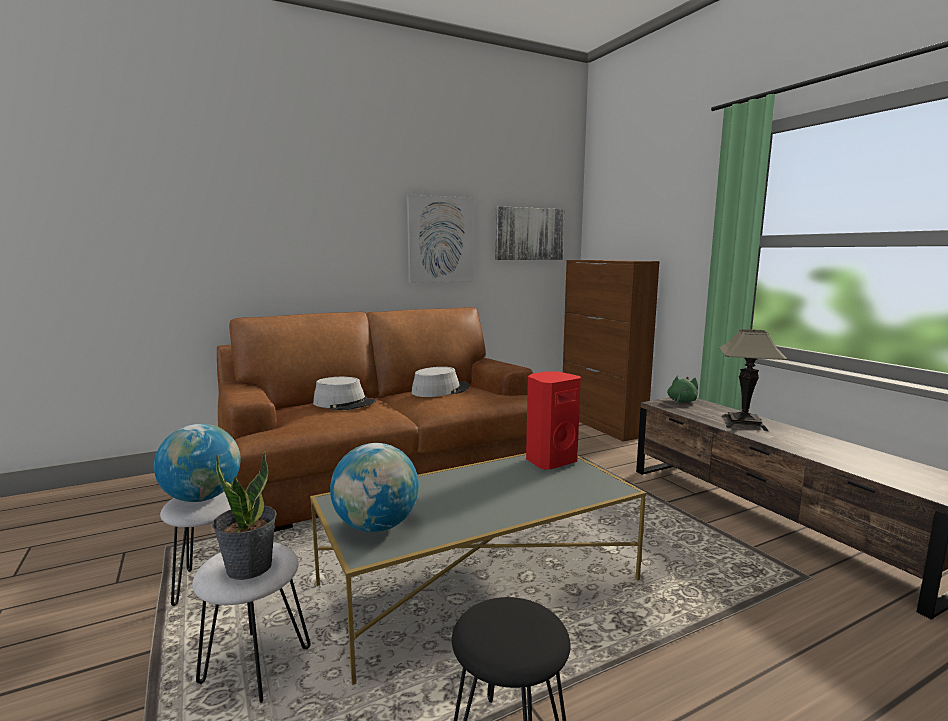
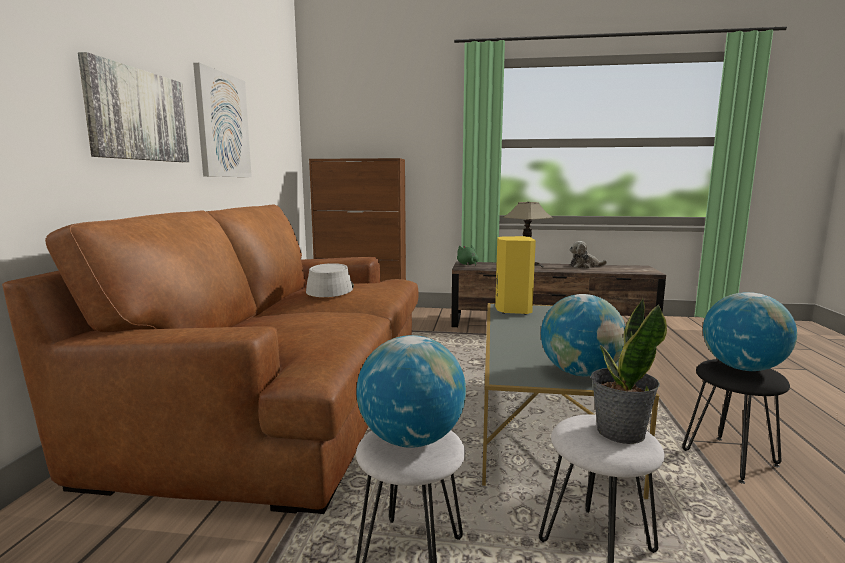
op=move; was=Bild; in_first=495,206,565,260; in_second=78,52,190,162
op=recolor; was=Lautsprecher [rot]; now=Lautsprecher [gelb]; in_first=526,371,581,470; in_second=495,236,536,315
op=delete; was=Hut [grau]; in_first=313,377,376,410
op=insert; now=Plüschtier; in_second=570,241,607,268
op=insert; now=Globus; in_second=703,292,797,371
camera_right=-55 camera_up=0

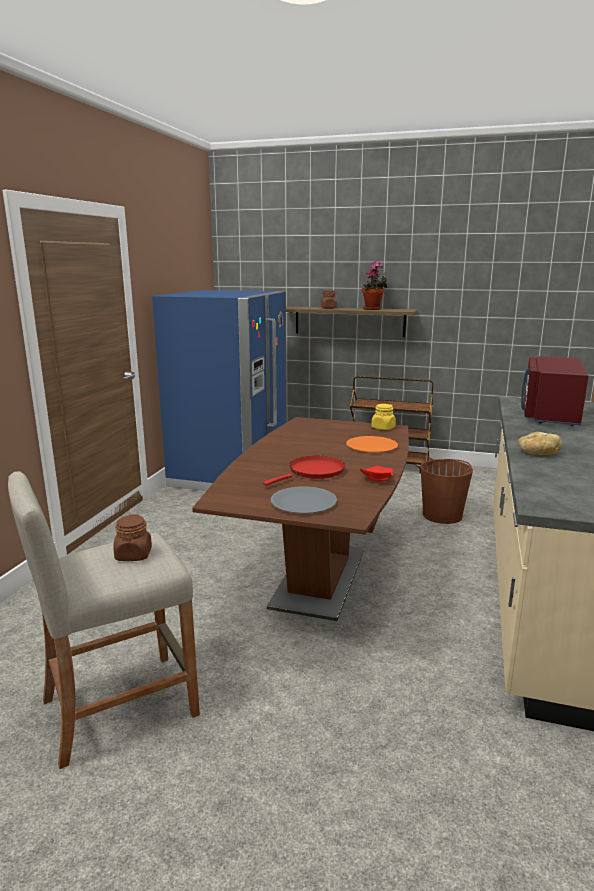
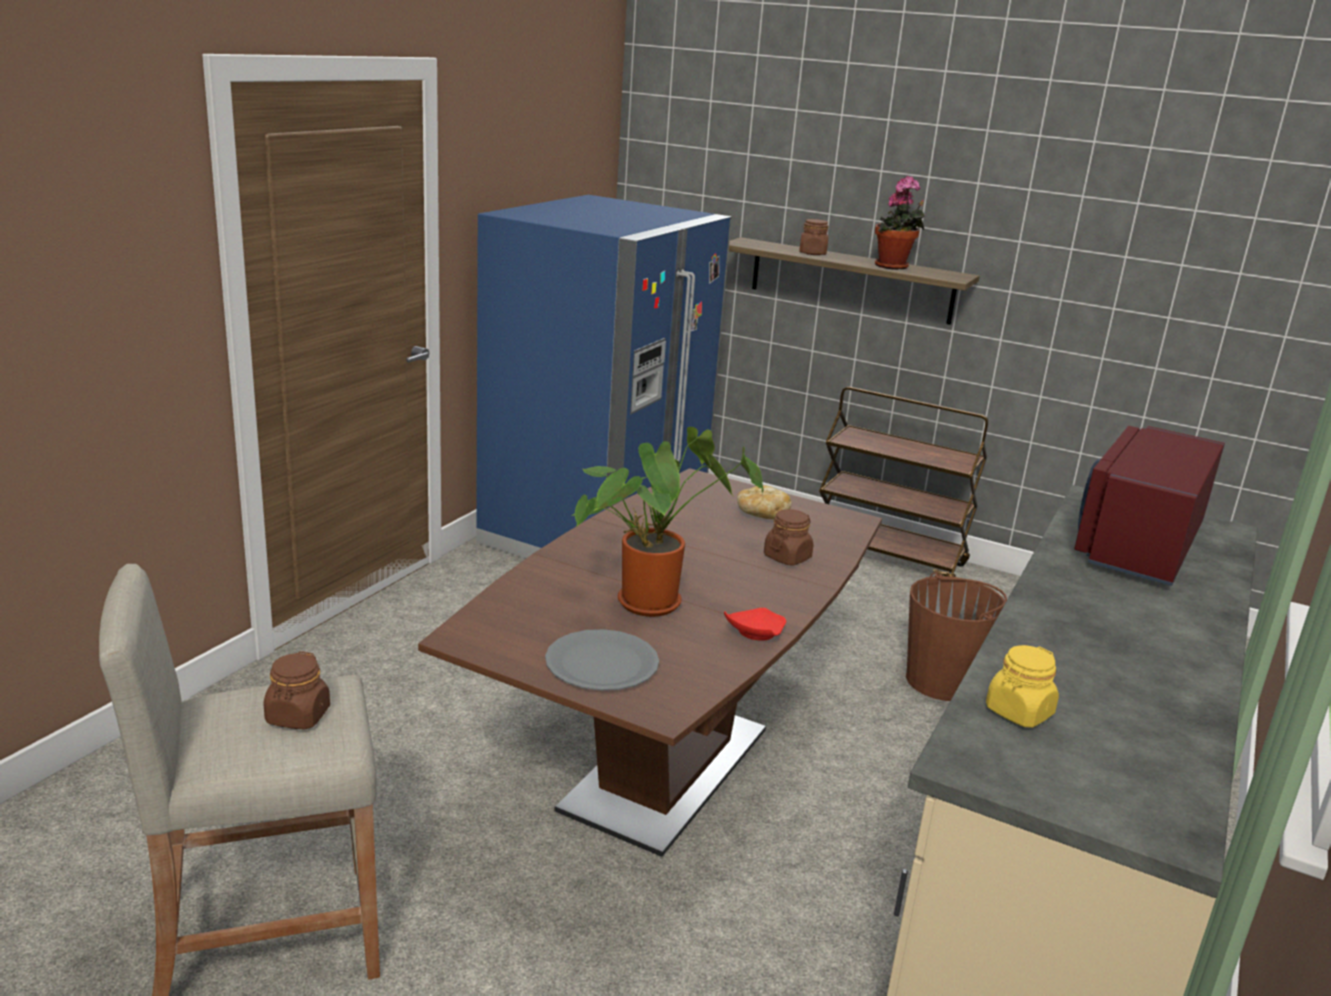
op=move; was=Vorratsglas [gelb]; in_first=371,404,396,430; in_second=986,645,1059,728
op=move; was=Brot; in_first=518,432,562,455; in_second=737,485,791,519
op=replace; was=Teller [orange]; now=Vorratsglas [braun]; in_first=346,436,398,452; in_second=764,509,814,565
op=replace; was=Pfanne [rot]; now=Topfpflanze; in_first=263,456,345,486; in_second=571,427,764,617
camera_right=10 camera_up=5

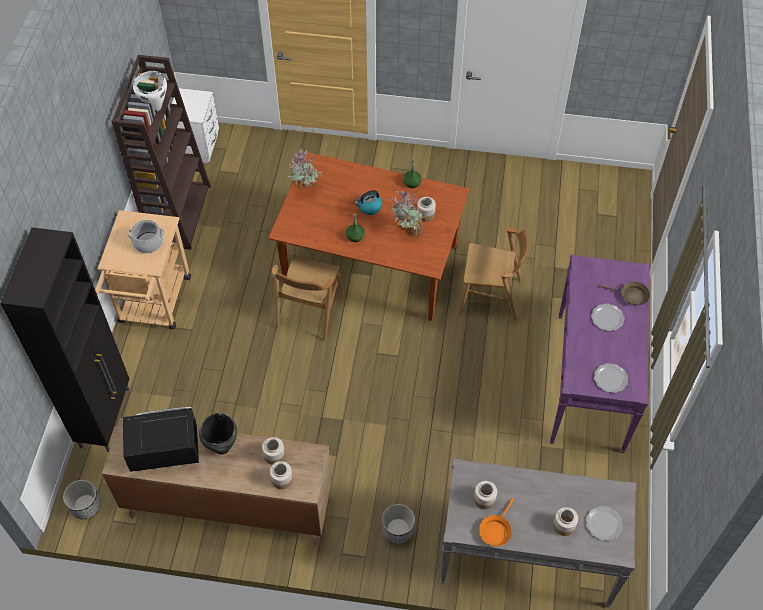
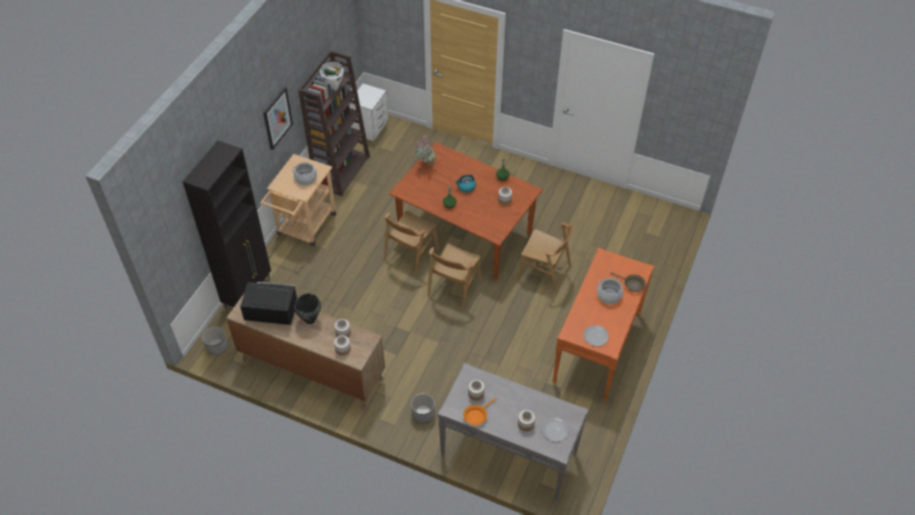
op=delete; was=Topfpflanze; in_first=391,191,428,240
op=recolor; was=Konsolentisch [lila]; now=Konsolentisch [orange]; in_first=550,255,650,453; in_second=553,248,654,402
op=replace; was=Teller; now=Kochtopf; in_first=591,304,625,331; in_second=597,278,624,304
op=insert; now=Bild; in_second=263,87,293,150
op=insert; now=Stuhl [braun]; in_second=428,243,482,311
camera_right=15 camera_up=-5

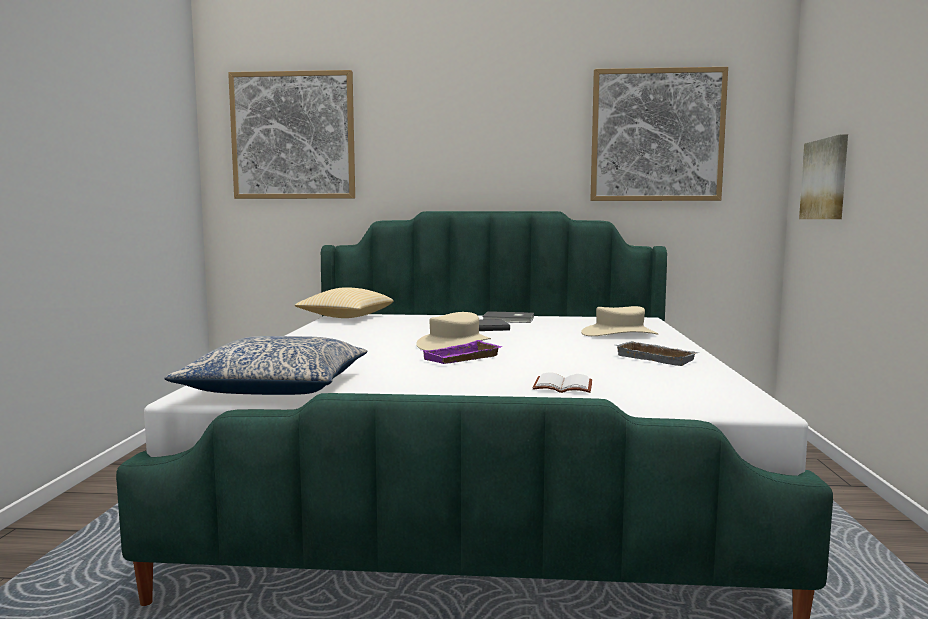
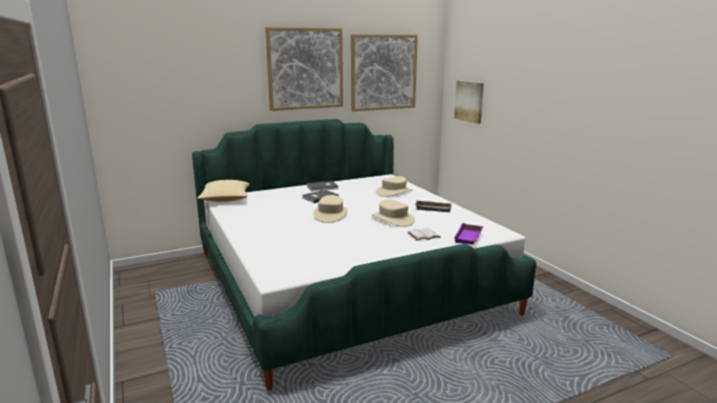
op=move; was=Bild; in_first=228,70,355,199; in_second=265,27,343,111
op=delete; was=Kissen; in_first=164,336,367,395
op=move; was=Tablett [lila]; in_first=421,340,503,364; in_second=454,223,484,245
op=insert; now=Hut [beige]; in_second=372,199,415,227
camera_right=-30 camera_up=10

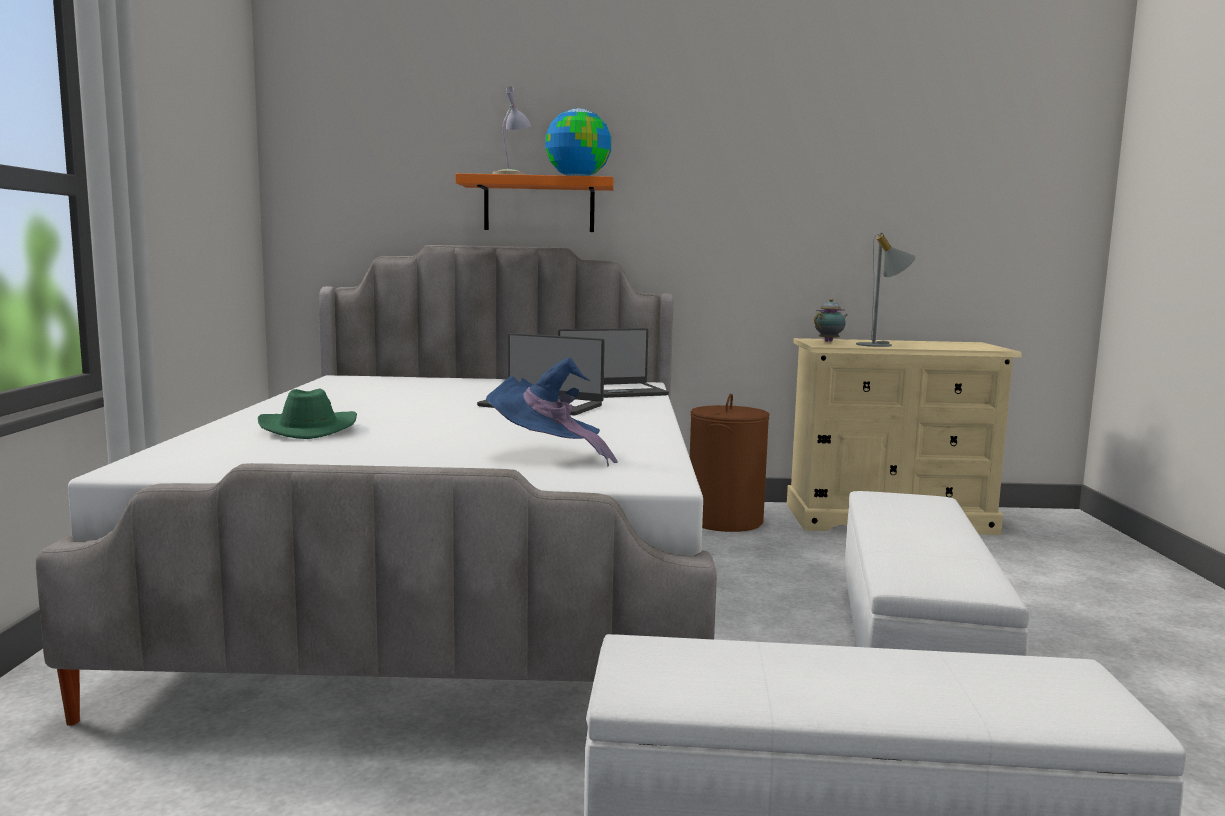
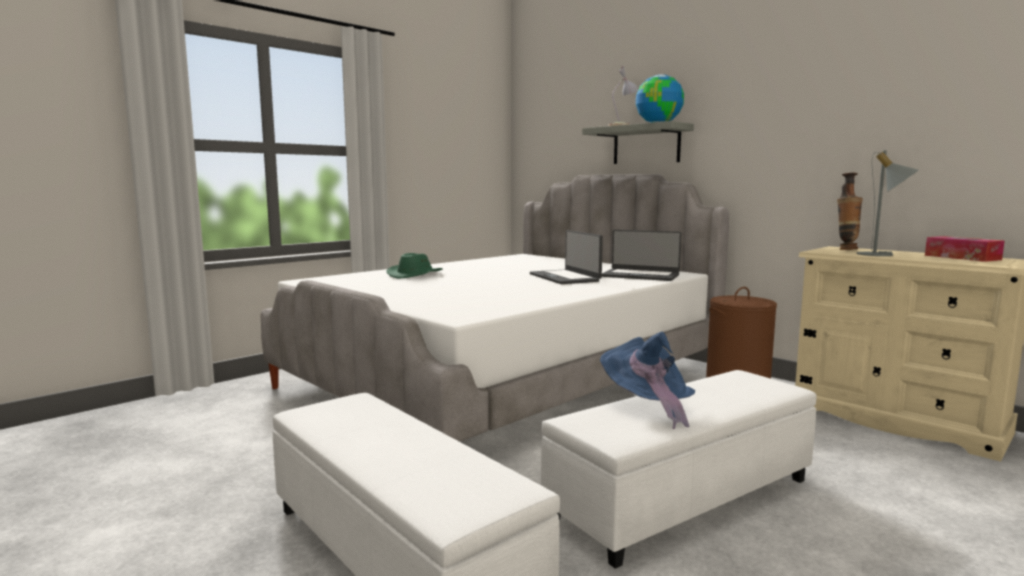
op=recolor; was=Wandregal [orange]; now=Wandregal [grau]; in_first=455,173,614,232; in_second=582,121,694,164
op=replace; was=Teekanne; now=Vase; in_first=814,299,848,342; in_second=837,173,863,250
op=move; was=Hut [blau]; in_first=486,357,618,466; in_second=600,332,695,429
op=insert; now=Taschentuchbox; in_second=925,236,1005,262
camera_right=45 camera_up=0

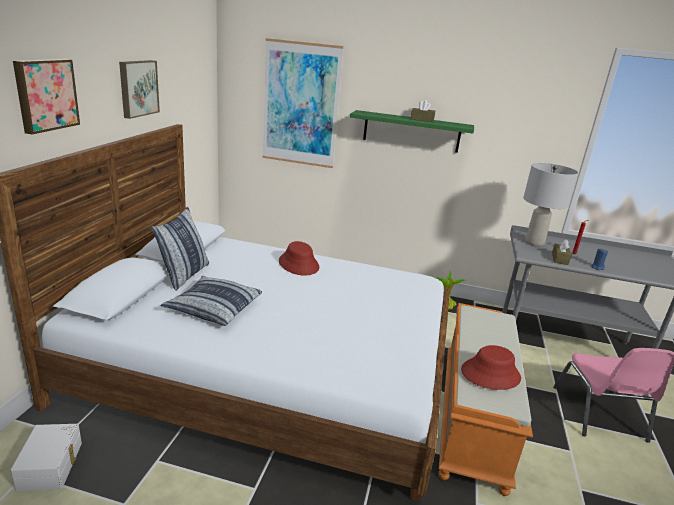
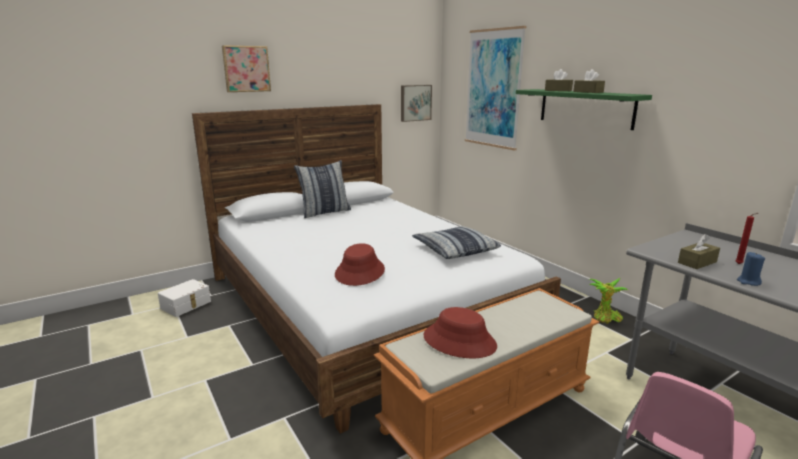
op=move; was=Bild; in_first=119,60,160,119; in_second=401,85,432,122
op=delete; was=Tischlampe [grau]; in_first=523,163,578,247
op=move; was=Hut [rot]; in_first=279,241,319,276; in_second=335,243,385,286
op=move; was=Kissen; in_first=160,276,262,326; in_second=412,226,501,259
op=insert; now=Taschentuchbox [braun]; in_second=545,69,573,91
camera_right=45 camera_up=-5

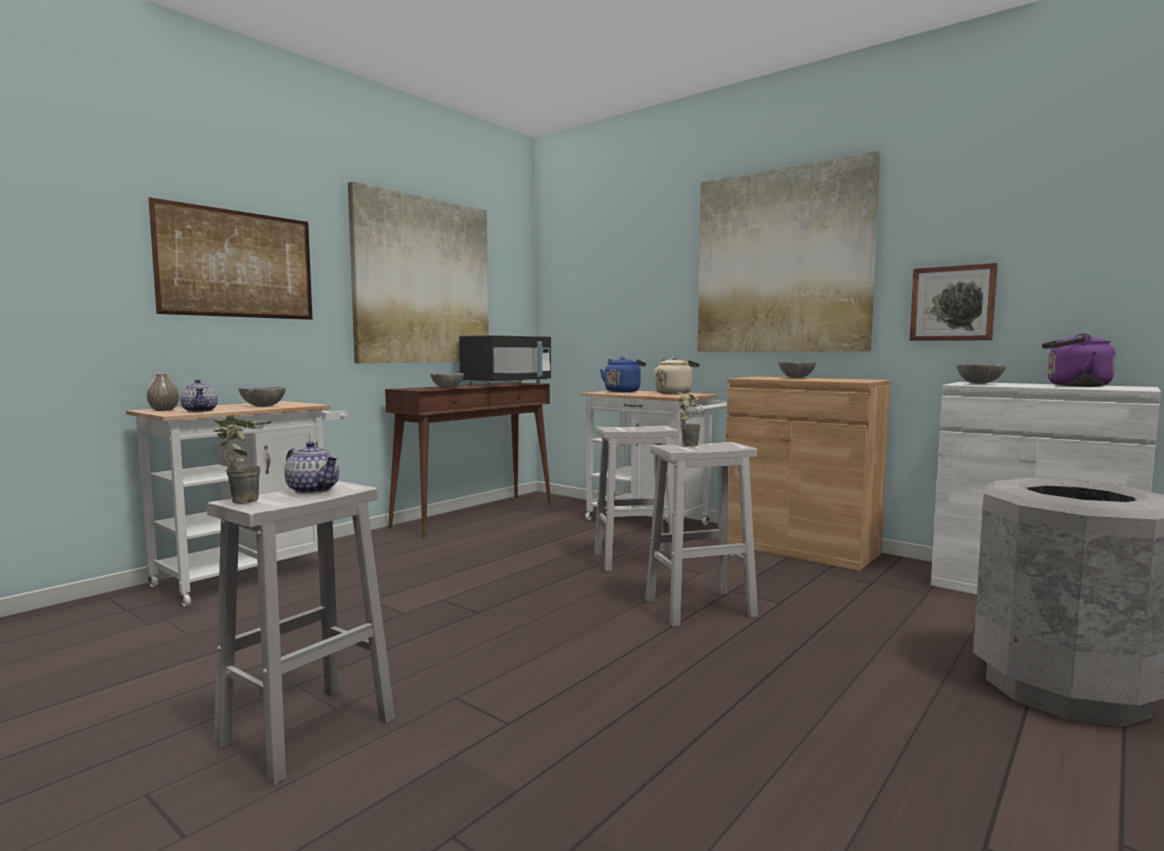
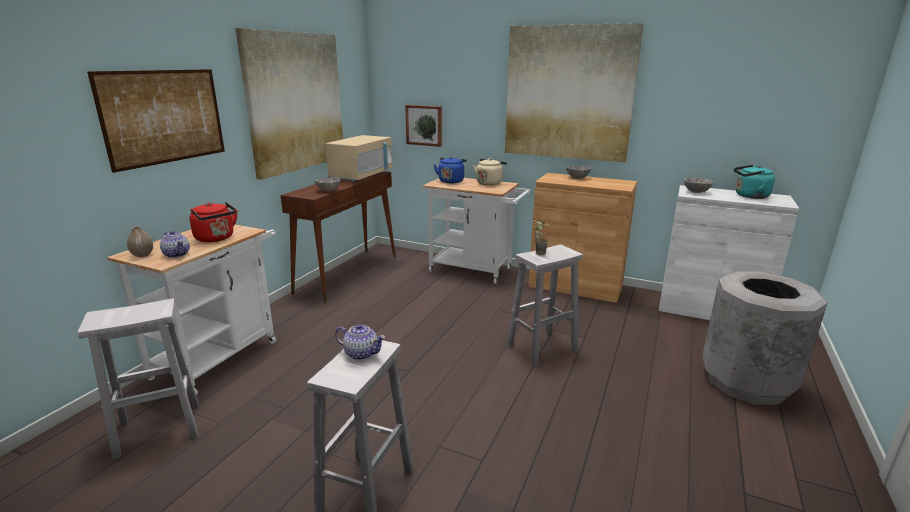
op=move; was=Bild; in_first=910,263,998,341; in_second=405,105,442,147
op=recolor; was=Wasserkessel [lila]; now=Wasserkessel [türkis]; in_first=1042,333,1116,387; in_second=734,165,775,199
op=recolor; was=Mikrowelle [schwarz]; now=Mikrowelle [beige]; in_first=459,335,551,386; in_second=325,135,392,182
op=replace; was=Schüssel [grau]; now=Wasserkessel [rot]; in_first=239,386,286,407; in_second=189,202,237,242
op=delete; was=Topfpflanze; in_first=213,415,261,504
op=move; was=Hocker [weiß]; in_first=594,425,678,571; in_second=78,298,199,459
camera_right=-15 camera_up=15

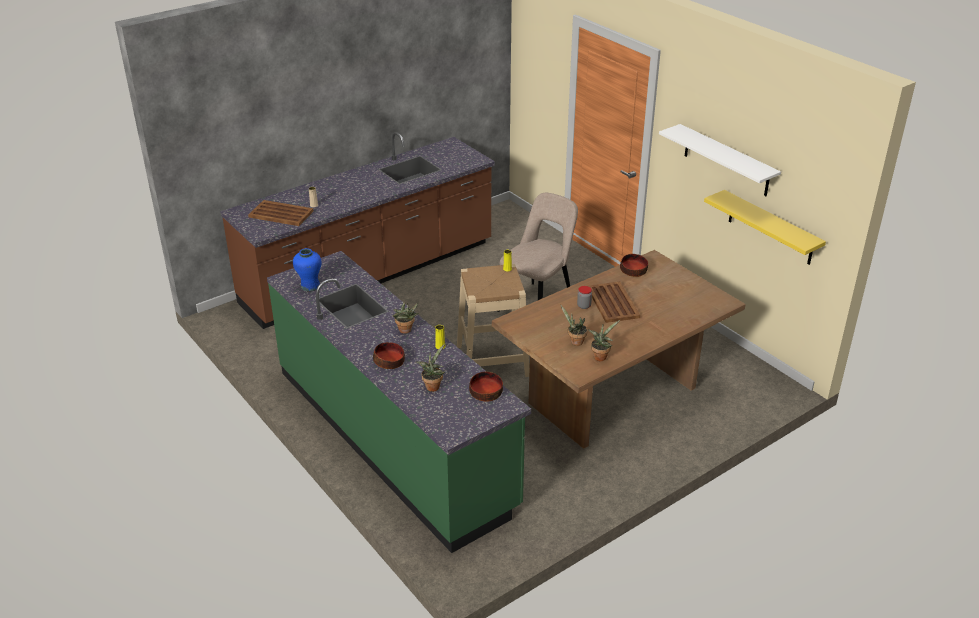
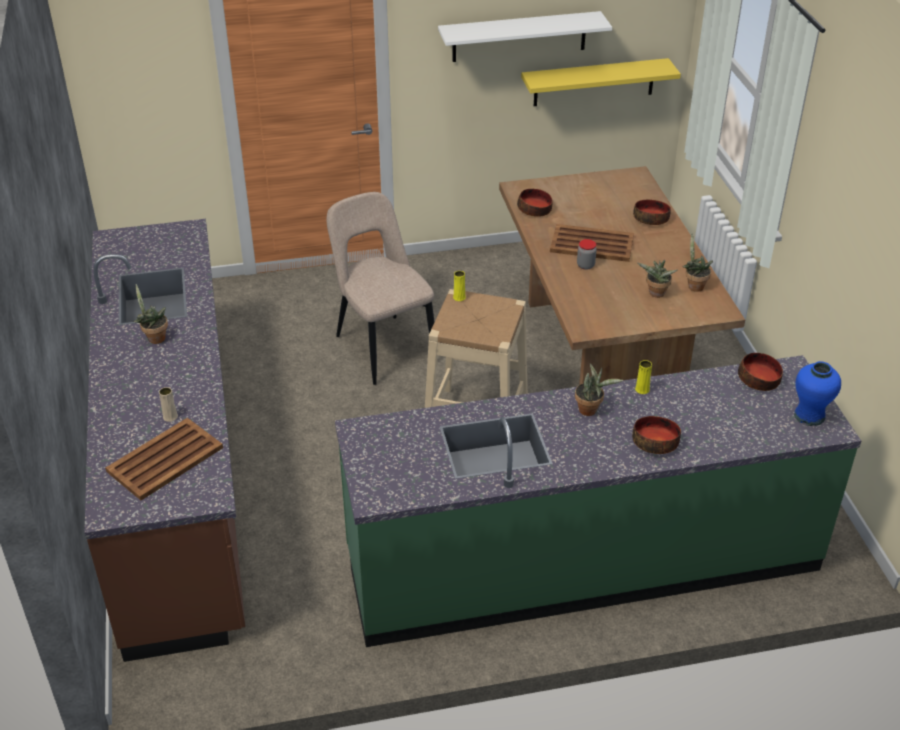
op=move; was=Vase [blau]; in_first=293,248,322,291; in_second=794,361,841,426
op=move; was=Topfpflanze; in_first=416,344,445,392; in_second=133,284,168,344
op=insert; now=Schüssel; in_second=633,199,671,225
camera_right=-65 camera_up=5

